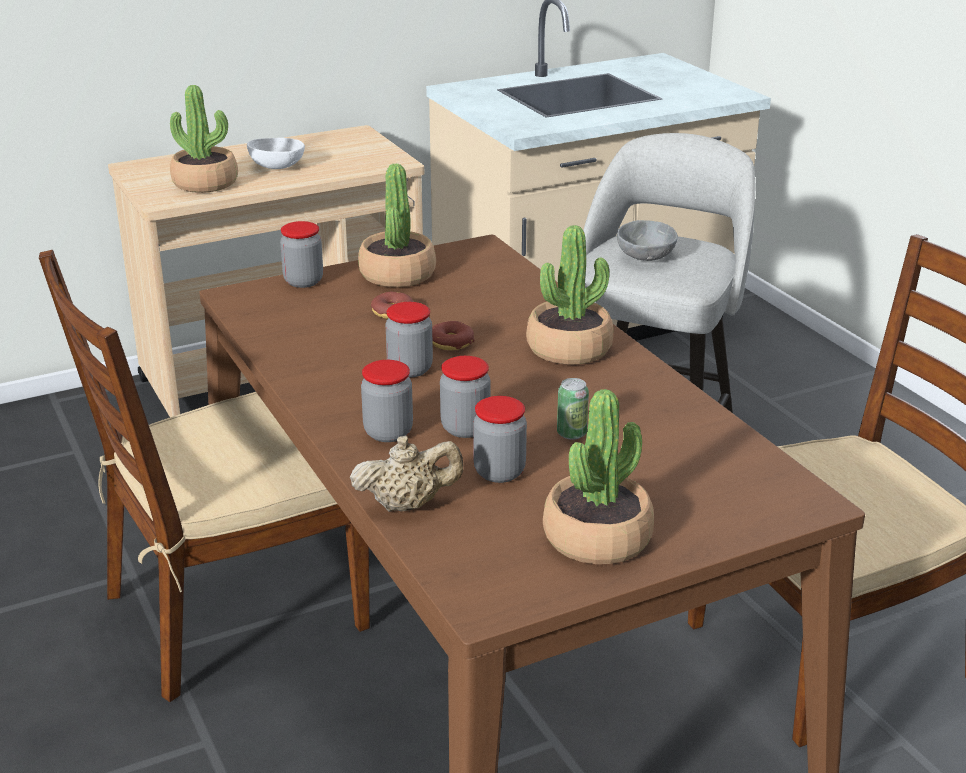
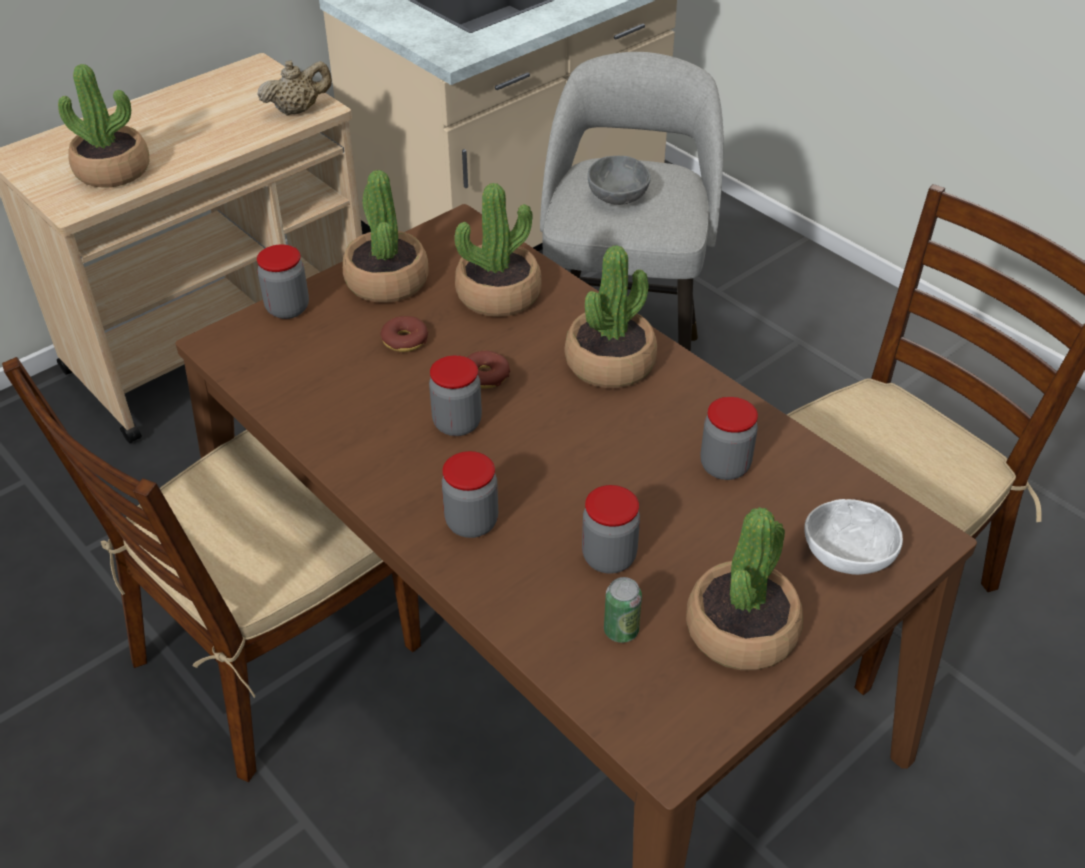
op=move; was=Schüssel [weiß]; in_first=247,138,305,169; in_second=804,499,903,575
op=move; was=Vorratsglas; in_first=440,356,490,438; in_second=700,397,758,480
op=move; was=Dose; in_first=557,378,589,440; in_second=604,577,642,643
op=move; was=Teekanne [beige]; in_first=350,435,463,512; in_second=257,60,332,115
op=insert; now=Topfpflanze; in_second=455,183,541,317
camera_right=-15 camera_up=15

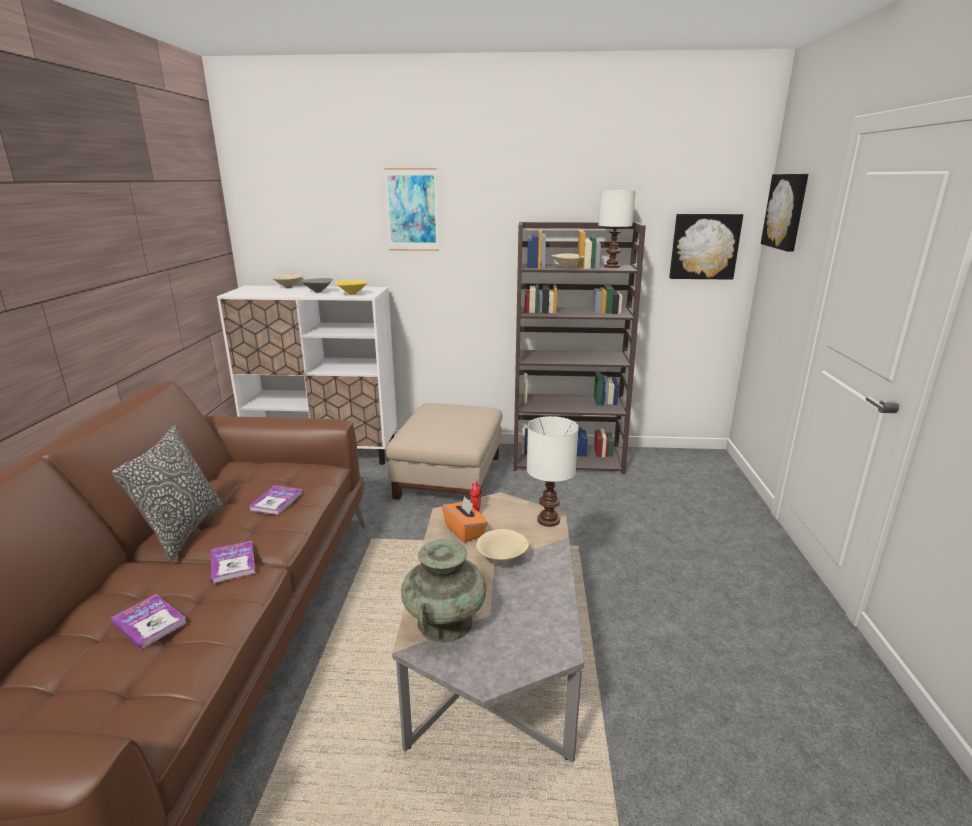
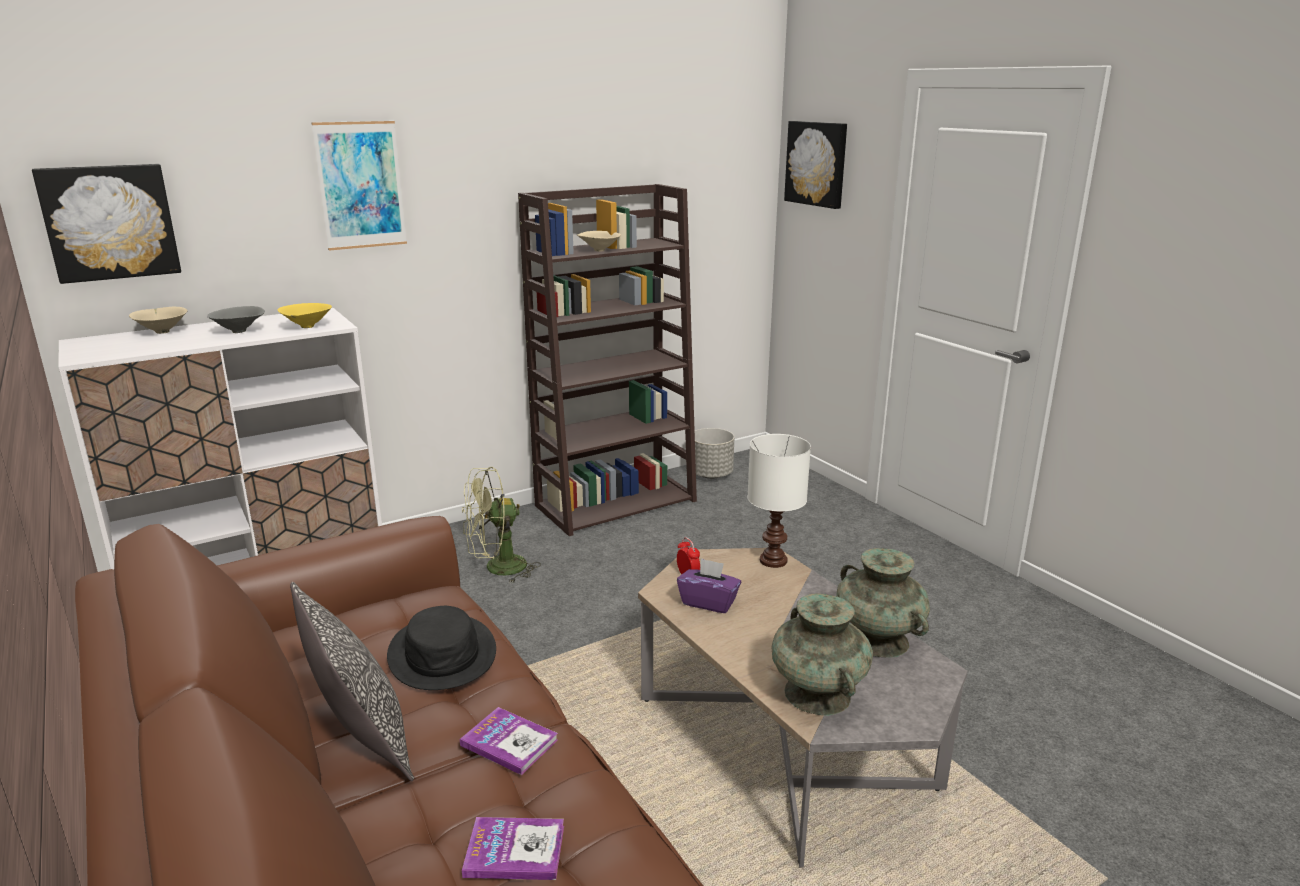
op=delete; was=Tischlampe [weiß]; in_first=598,190,636,268
op=move; was=Bild; in_first=669,214,743,280; in_second=32,164,181,284
op=replace; was=Polsterhocker [beige]; now=Ventilator [grün]; in_first=386,403,502,500; in_second=462,467,541,583
op=replace; was=Buch; now=Hut [schwarz]; in_first=248,485,302,515; in_second=387,606,496,690
op=recolor; was=Taschentuchbox [orange]; now=Taschentuchbox [lila]; in_first=442,496,488,542; in_second=677,558,741,613
op=delete; was=Schüssel [beige]; in_first=476,529,529,563
op=insert; now=Pflanzkübel [grau]; in_second=695,428,734,479
op=insert; now=Vase [türkis]; in_second=836,548,930,658
camera_right=-35 camera_up=0

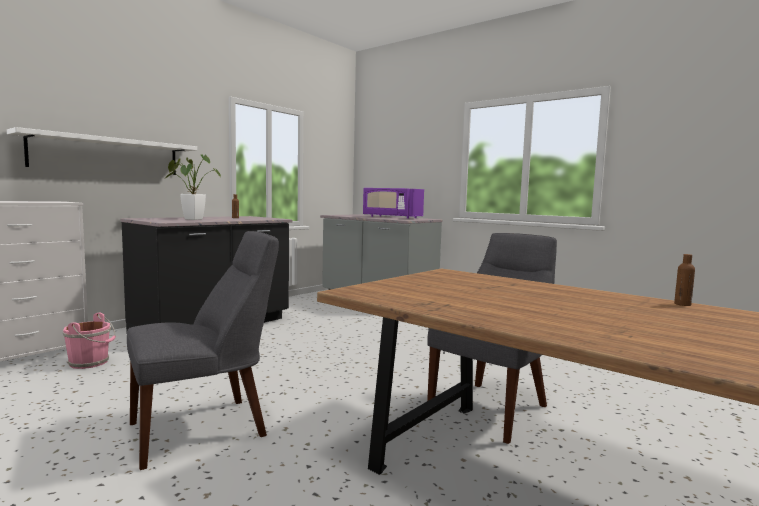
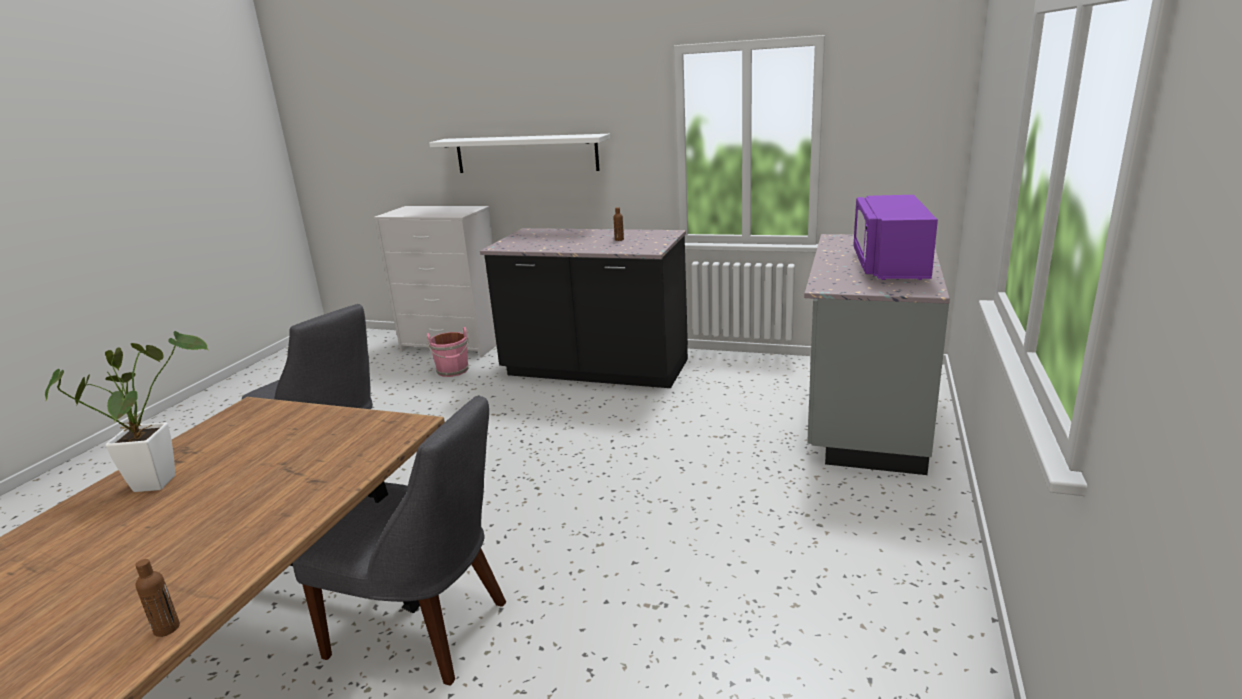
op=move; was=Topfpflanze; in_first=166,155,221,220; in_second=45,331,208,492
camera_right=70 camera_up=15

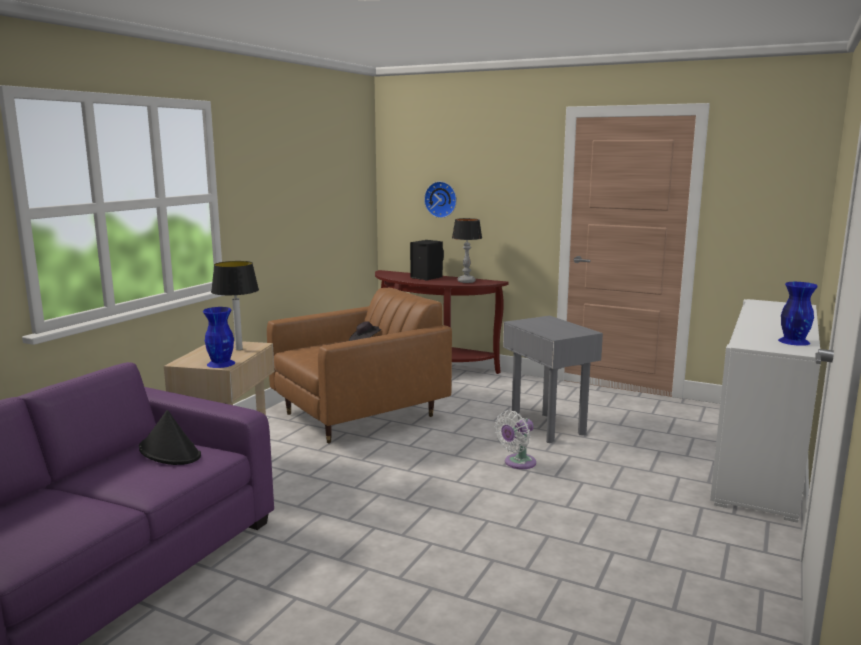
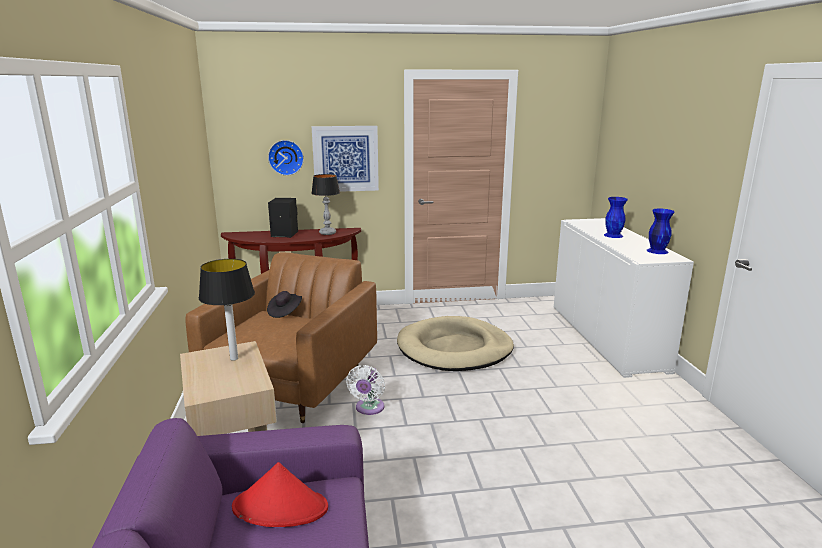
op=move; was=Vase [blau]; in_first=203,307,235,368; in_second=604,197,628,238
op=replace; was=Beistelltisch [grau]; now=Hundebett [beige]; in_first=503,316,603,443; in_second=397,316,514,371
op=recolor; was=Hut [schwarz]; now=Hut [rot]; in_first=139,410,201,465; in_second=232,462,328,527
op=move; was=Ventilator [weiß]; in_first=494,410,536,469; in_second=346,365,385,415
op=insert; now=Bild; in_second=312,126,379,192
camera_right=-35 camera_up=5

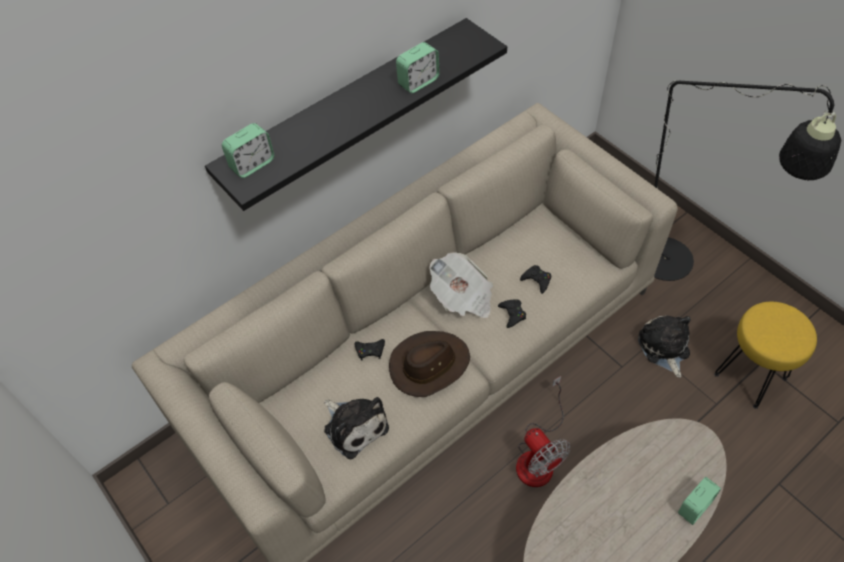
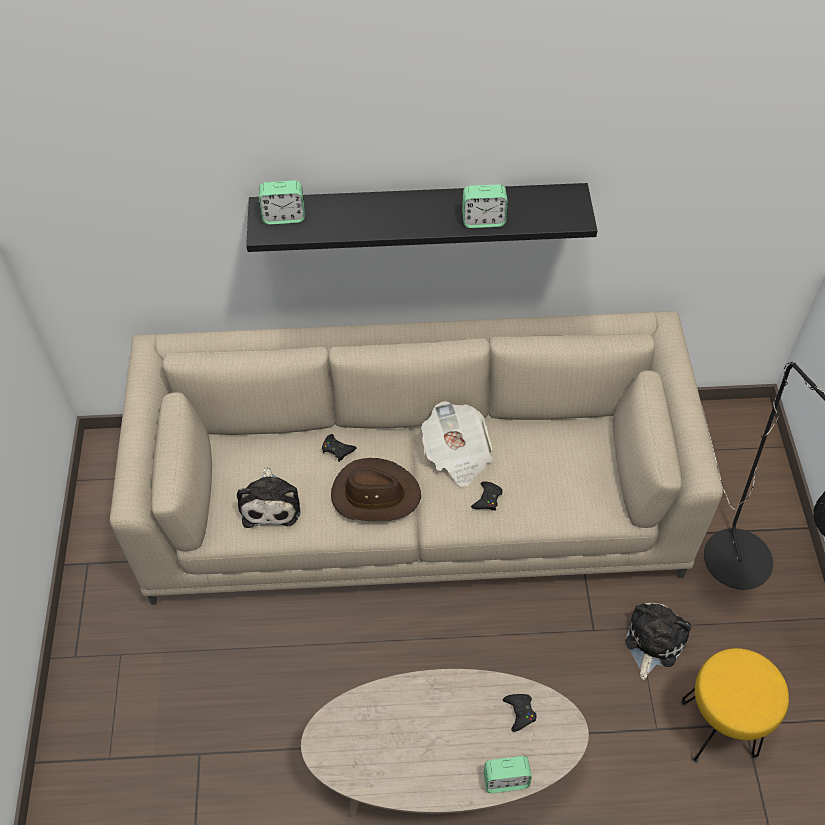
op=move; was=Gamepad [schwarz]; in_first=520,265,551,294; in_second=503,694,537,732
op=delete; was=Ventilator; in_first=516,376,571,487
camera_right=35 camera_up=0

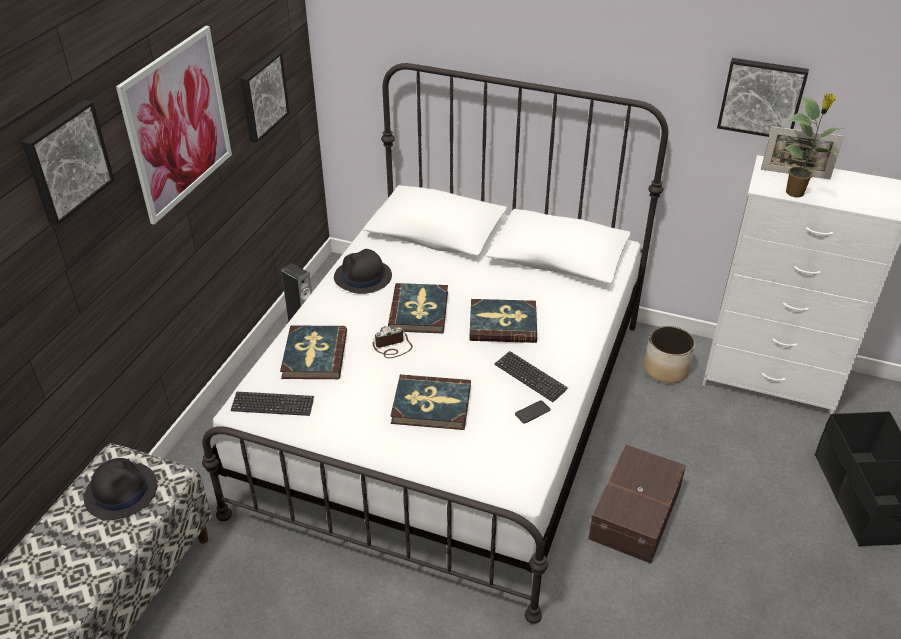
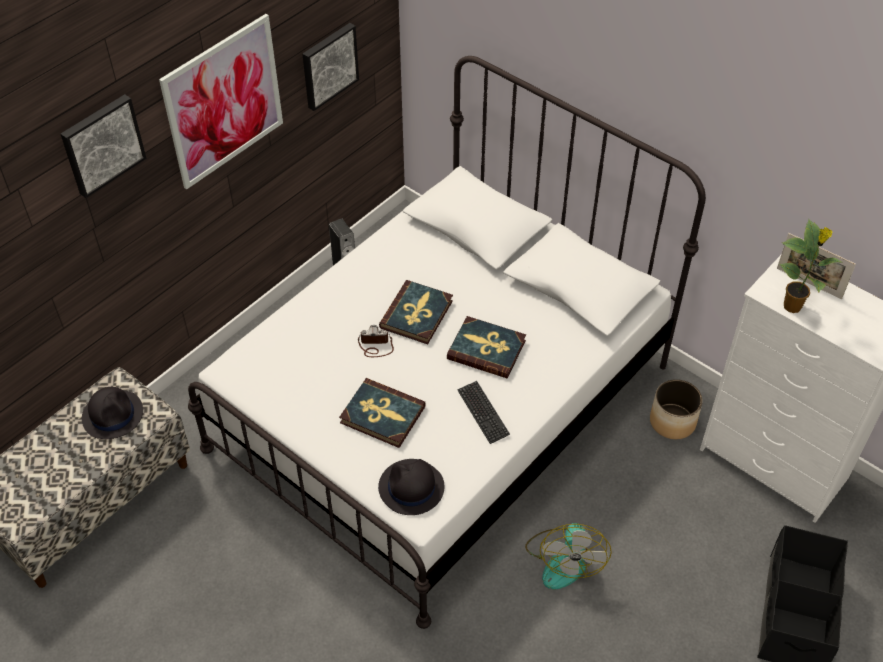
op=delete; was=Bild; in_first=717,58,809,137
op=move; was=Hut [schwarz]; in_first=334,249,392,294; in_second=378,459,444,515
op=delete; was=Buch; in_first=280,325,347,379
op=delete; was=Tastatur; in_first=231,391,314,416
op=delete; was=Handy; in_first=515,400,550,424
op=replace; was=Aufbewahrungsbox [braun]; now=Ventilator; in_first=588,444,686,564; in_second=525,523,612,589
camera_right=20 camera_up=10

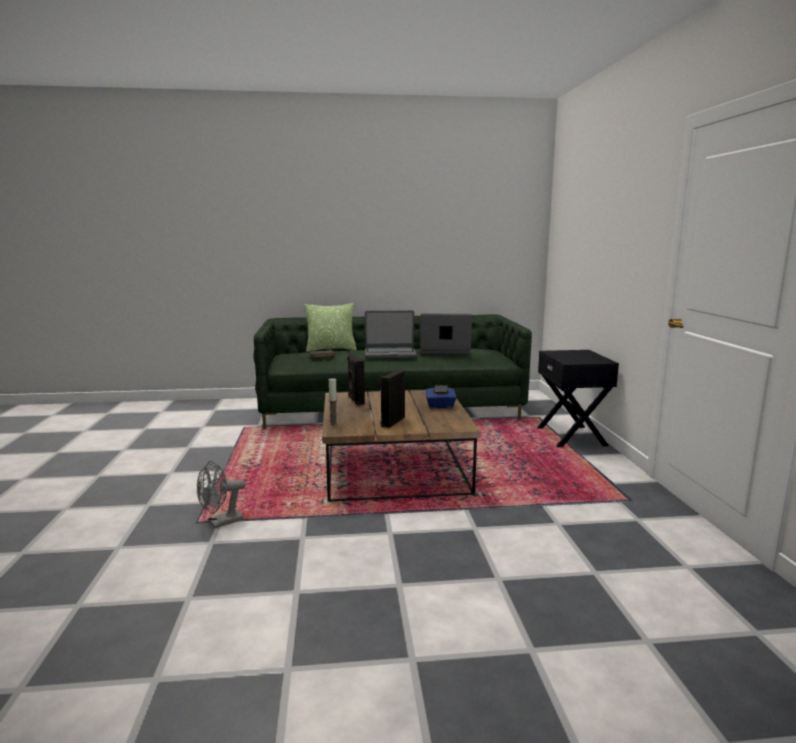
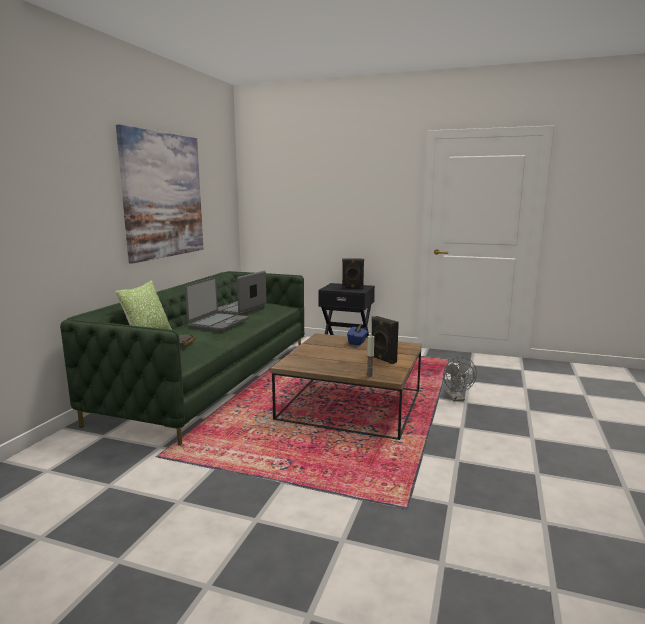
op=move; was=Lautsprecher [schwarz]; in_first=347,354,365,406; in_second=342,258,364,289
op=move; was=Ventilator [grau]; in_first=197,461,246,528; in_second=443,357,477,401
op=insert; now=Bild; in_second=116,124,203,264
camera_right=-65 camera_up=0

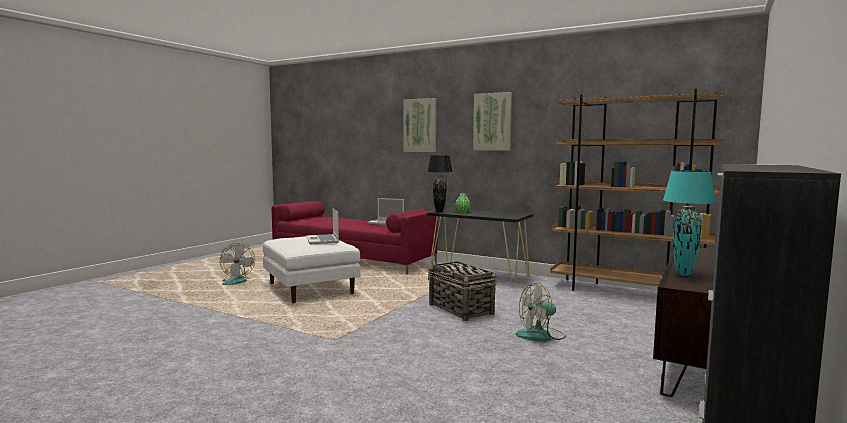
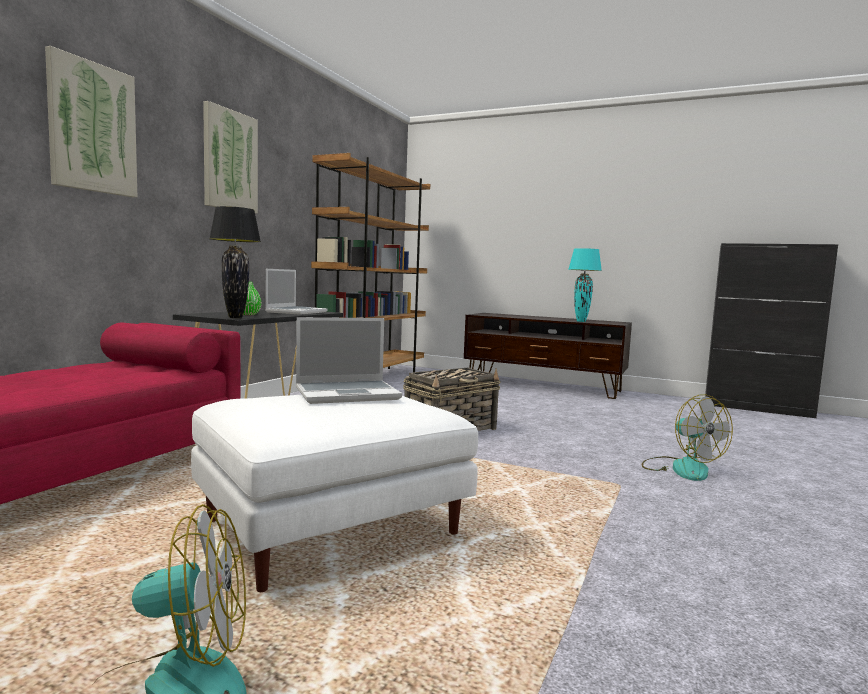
op=move; was=Laptop; in_first=367,198,404,225; in_second=265,269,327,315
op=move; was=Ventilator; in_first=516,283,566,342; in_second=642,394,733,481
camera_right=-95 camera_up=0

